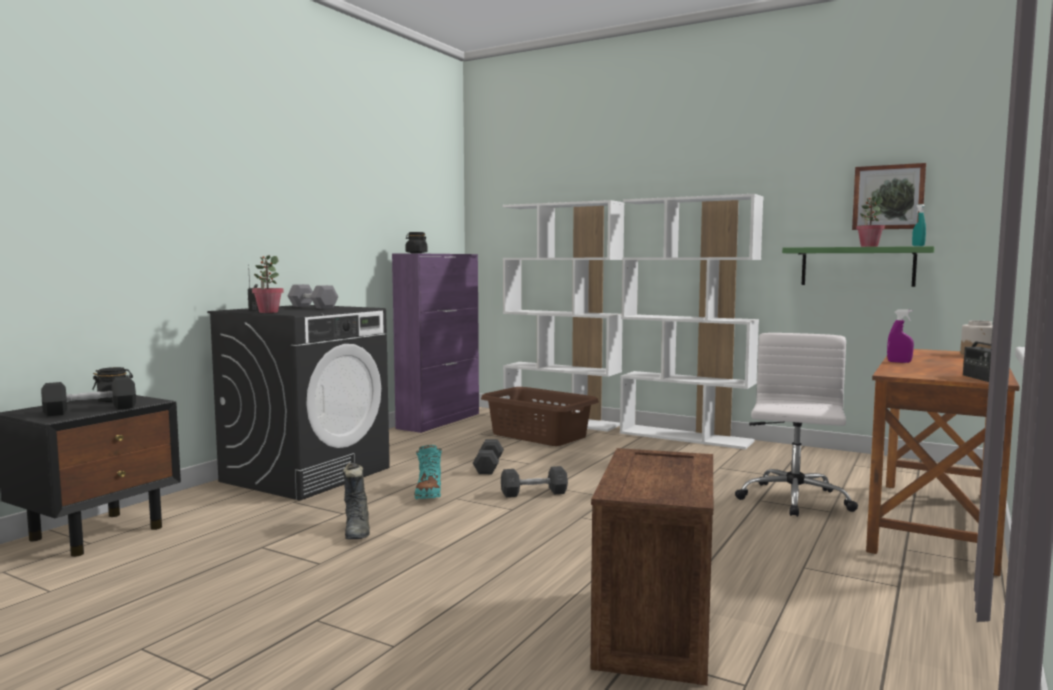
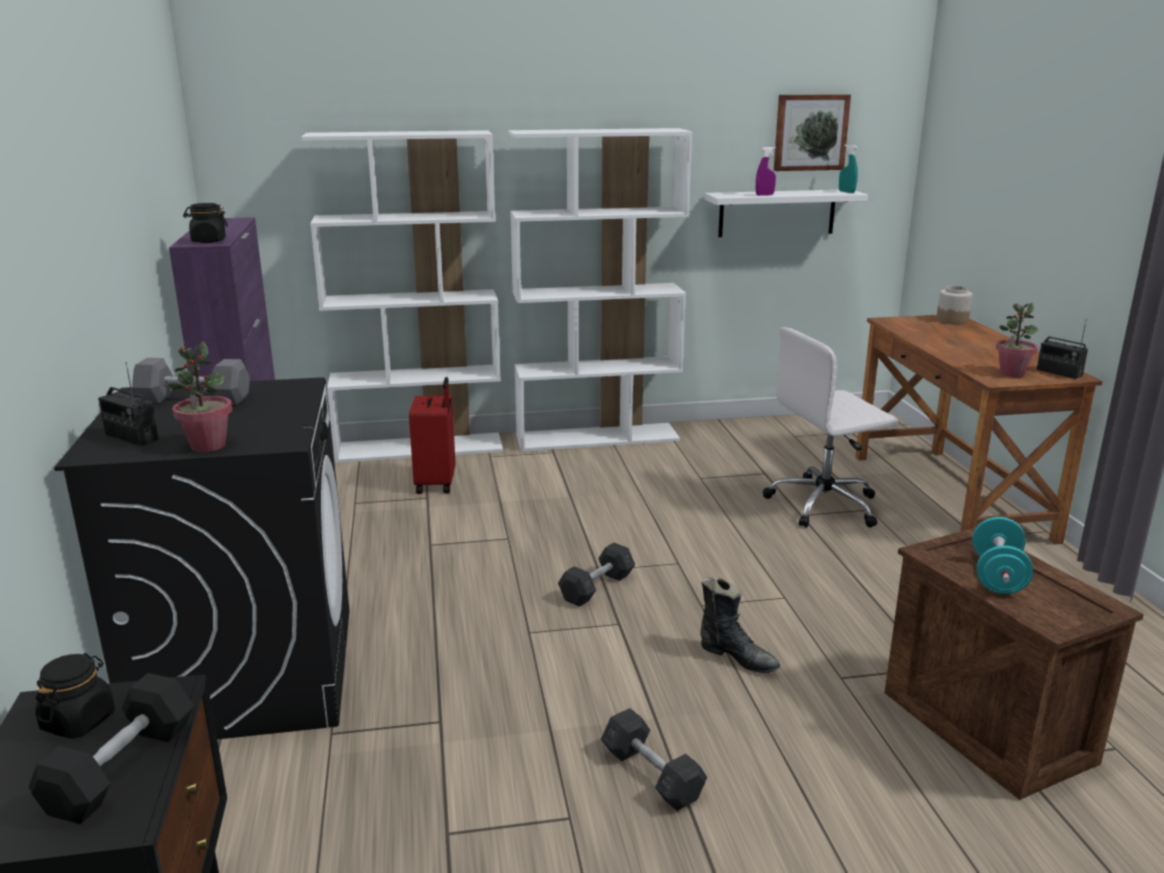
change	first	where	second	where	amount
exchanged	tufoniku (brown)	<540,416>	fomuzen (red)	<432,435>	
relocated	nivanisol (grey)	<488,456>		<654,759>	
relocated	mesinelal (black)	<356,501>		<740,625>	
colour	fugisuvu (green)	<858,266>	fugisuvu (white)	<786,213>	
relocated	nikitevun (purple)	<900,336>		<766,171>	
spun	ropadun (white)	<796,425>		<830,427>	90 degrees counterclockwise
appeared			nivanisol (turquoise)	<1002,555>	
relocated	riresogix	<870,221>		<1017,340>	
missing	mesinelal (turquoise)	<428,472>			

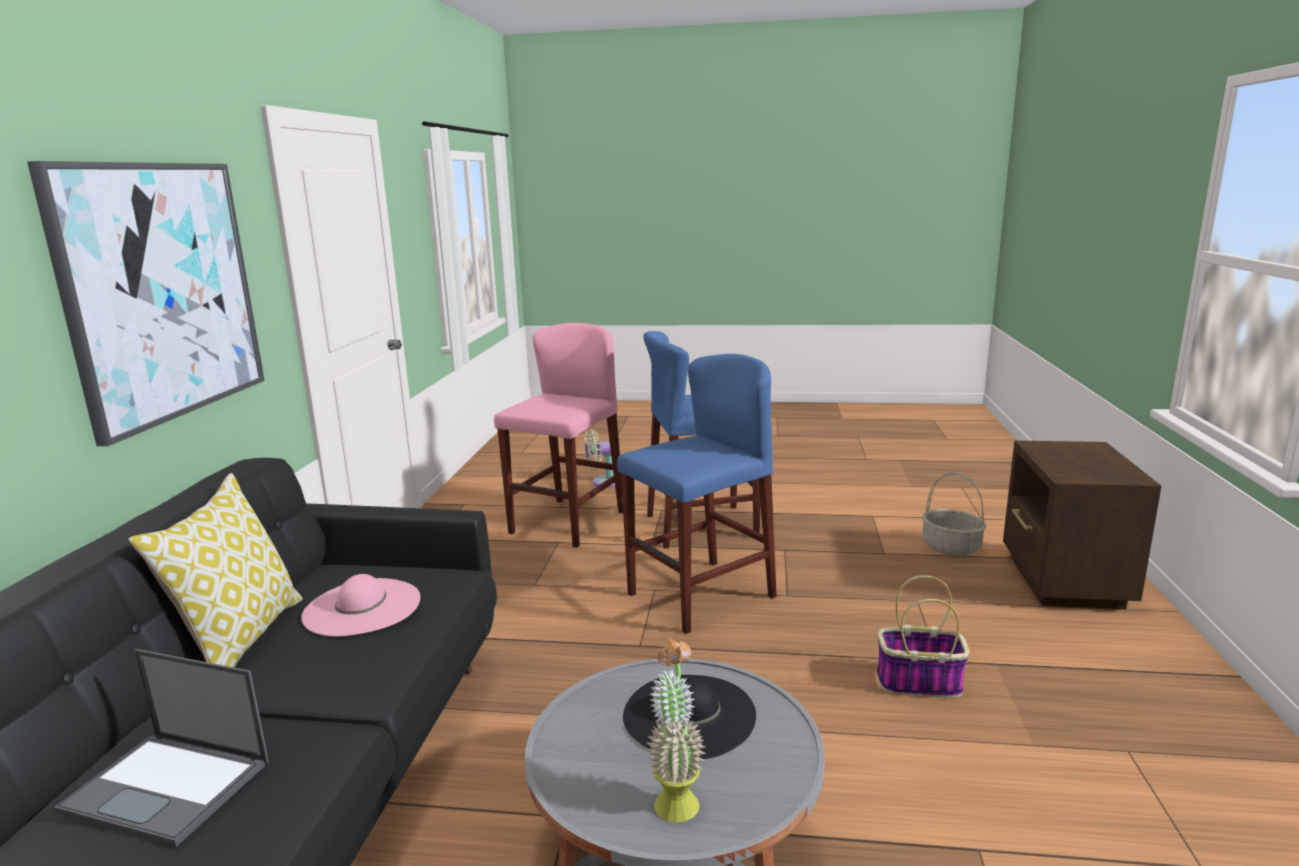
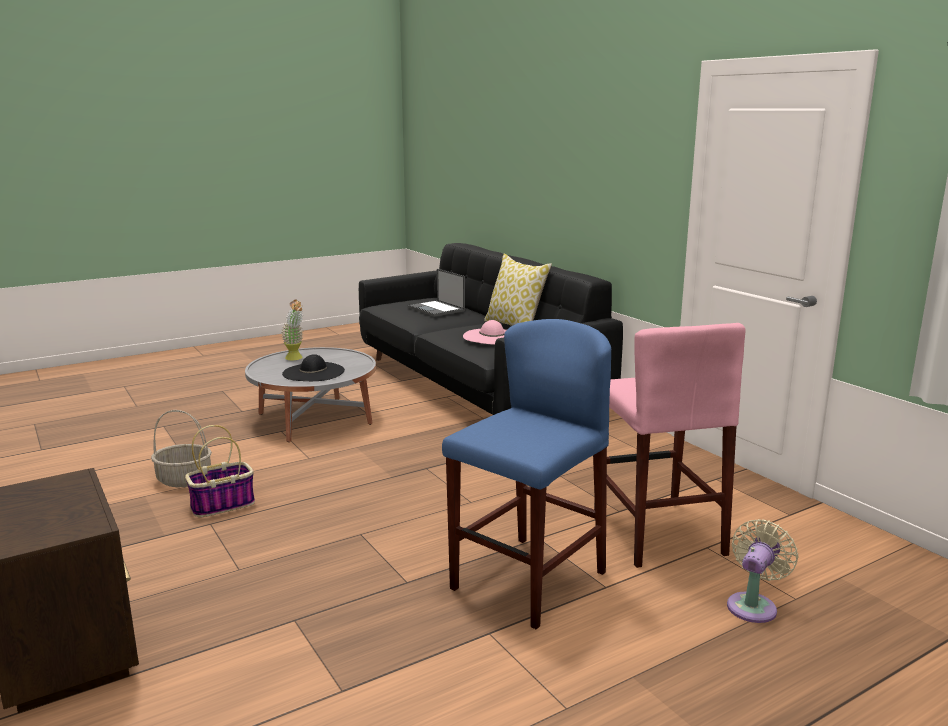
change	first	where	second	where	amount
relocated	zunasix	<954,514>		<181,448>	
spun	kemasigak	<161,748>		<436,293>	105 degrees counterclockwise
missing	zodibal	<146,303>			
missing	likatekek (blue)	<697,494>			

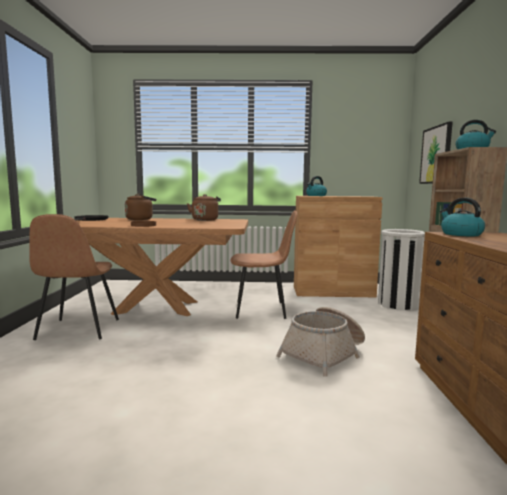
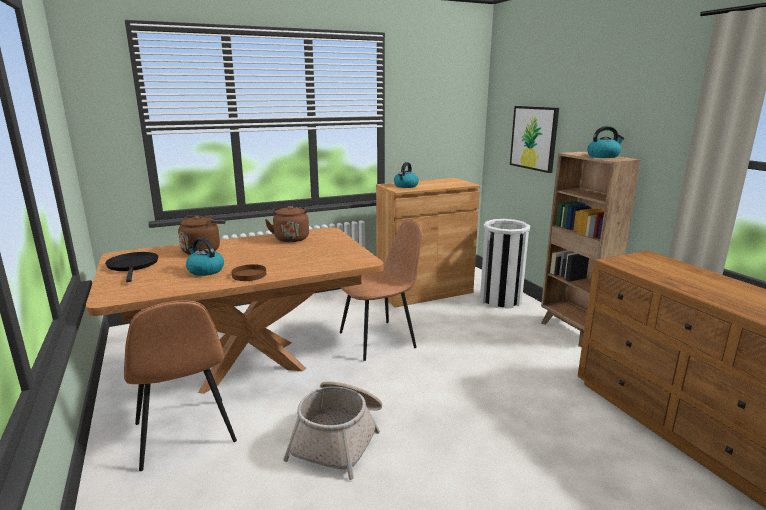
change	first	where	second	where	amount
relocated	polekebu	<462,217>		<205,256>	
relocated	zunasix	<320,342>		<332,430>	

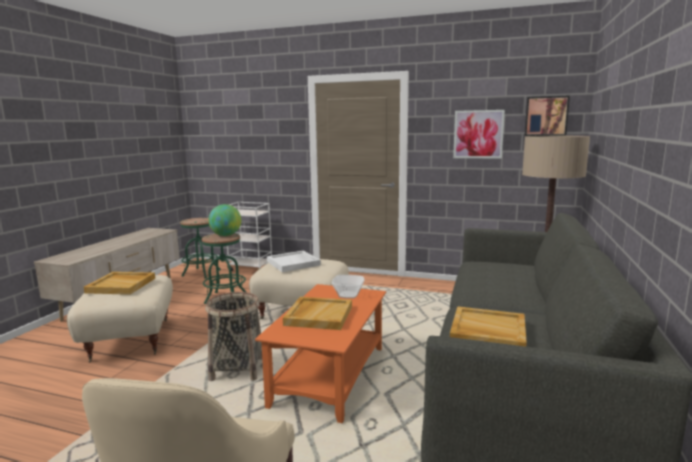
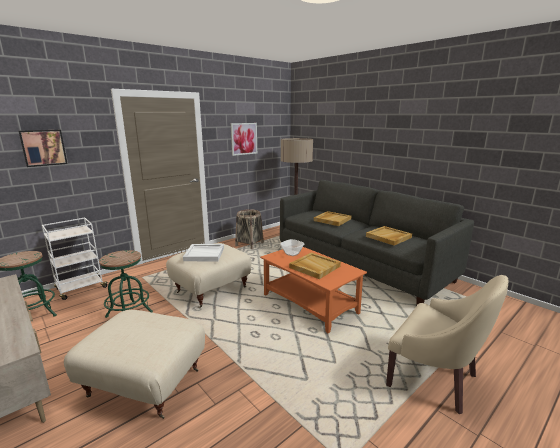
change	first	where	second	where	amount
relocated	zodibal	<547,116>		<43,148>	
relocated	zunasix	<233,336>		<249,229>	
relocated	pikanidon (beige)	<119,283>		<332,218>	
missing	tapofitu	<224,220>			

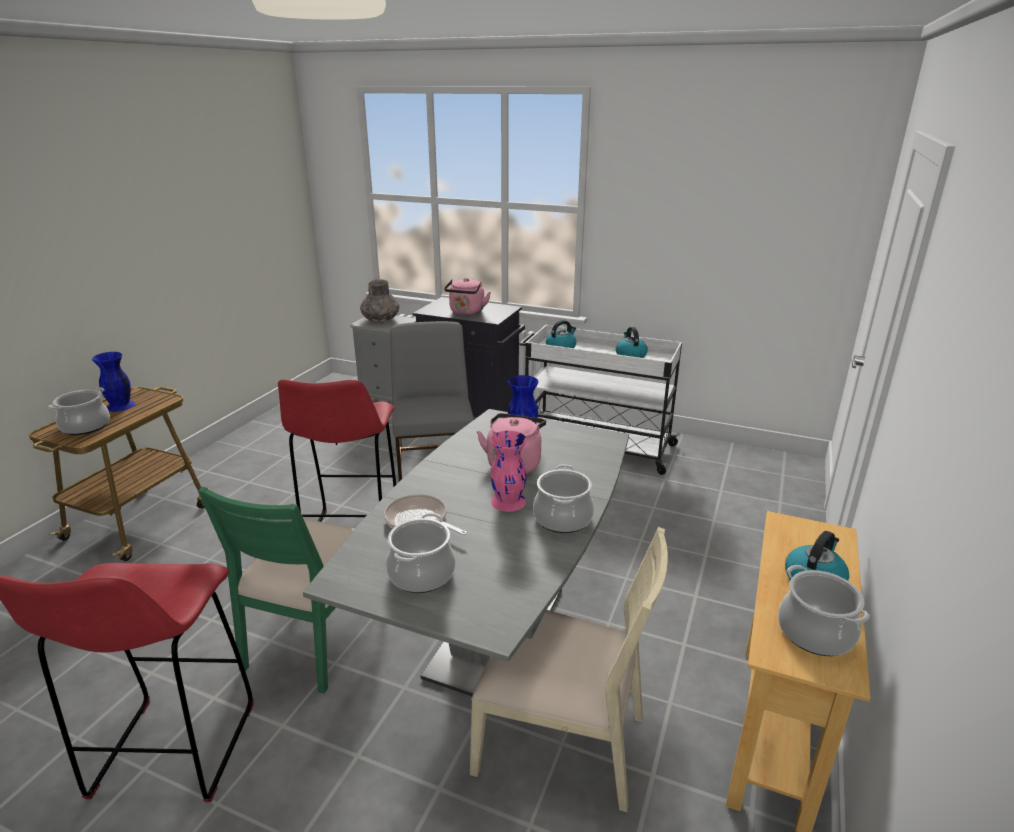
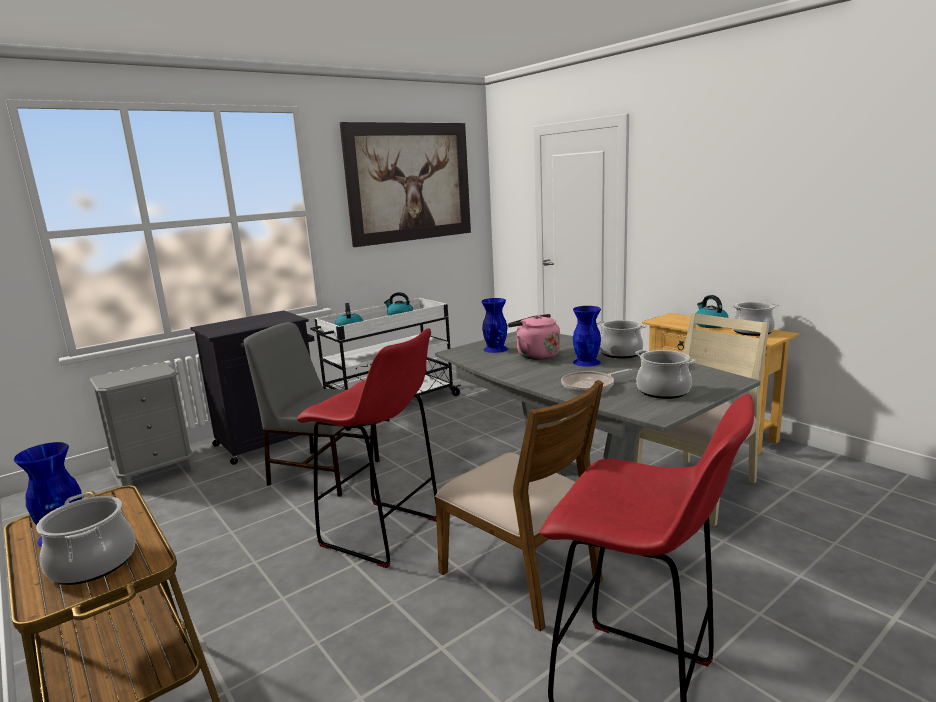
change	first	where	second	where	amount
appeared			zodibal	<405,184>	
colour	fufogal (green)	<276,589>	fufogal (brown)	<519,506>	
colour	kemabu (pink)	<508,471>	kemabu (blue)	<587,336>	
missing	kemabu (grey)	<379,300>			
missing	polekebu (pink)	<467,296>			

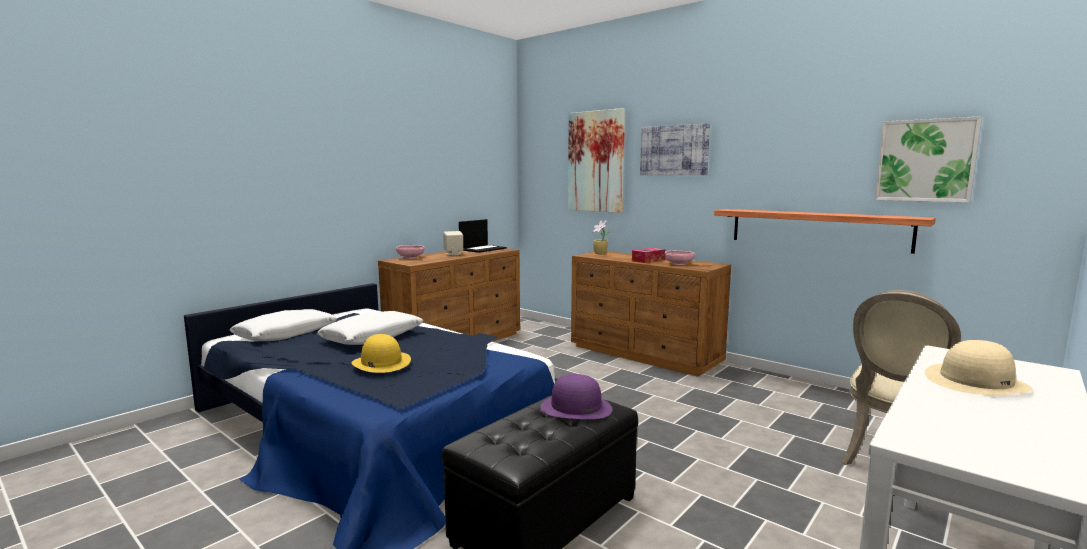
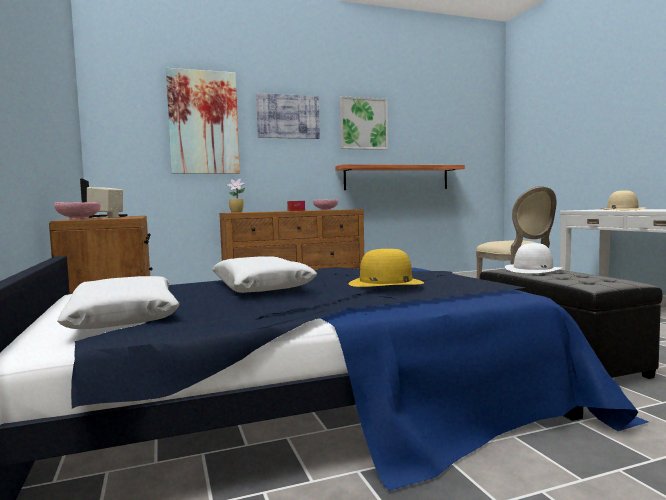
change	first	where	second	where	amount
relocated	zodibal	<928,159>		<364,123>	
colour	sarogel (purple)	<576,396>	sarogel (white)	<533,258>	

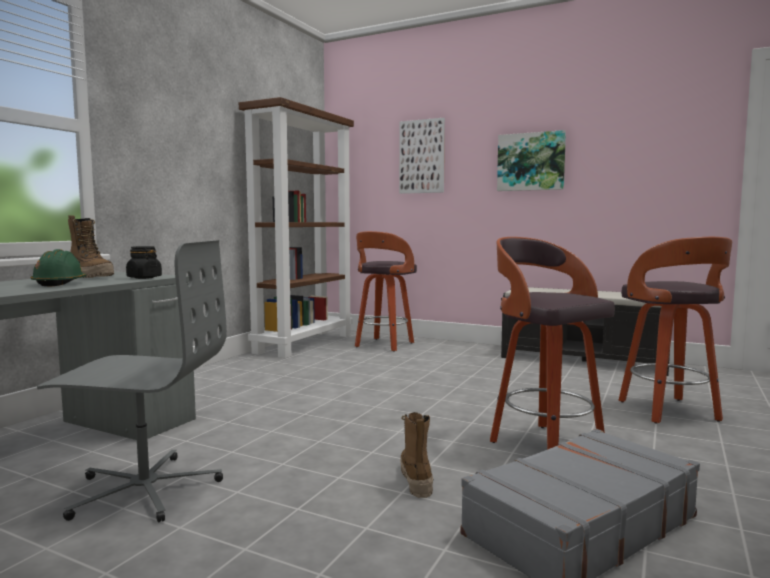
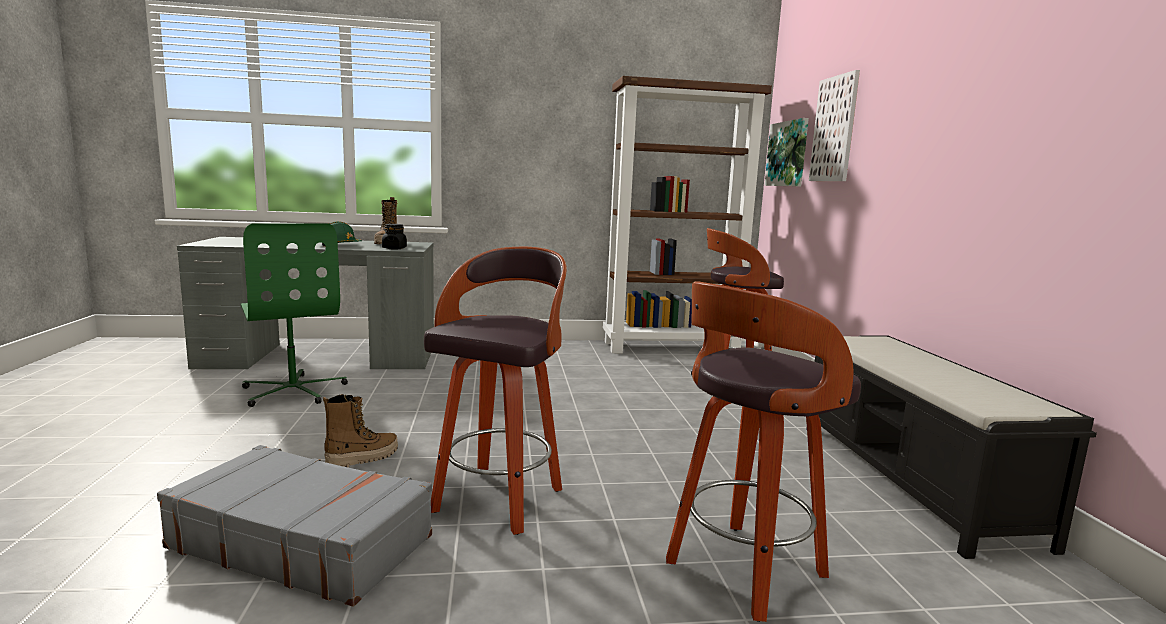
change	first	where	second	where	amount
colour	ropadun (grey)	<132,381>	ropadun (green)	<294,315>	
relocated	zodibal	<531,160>		<786,152>	

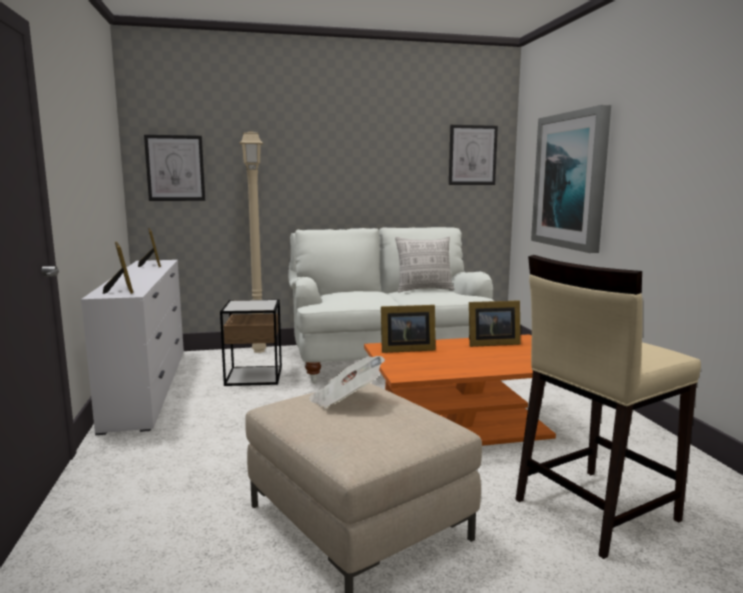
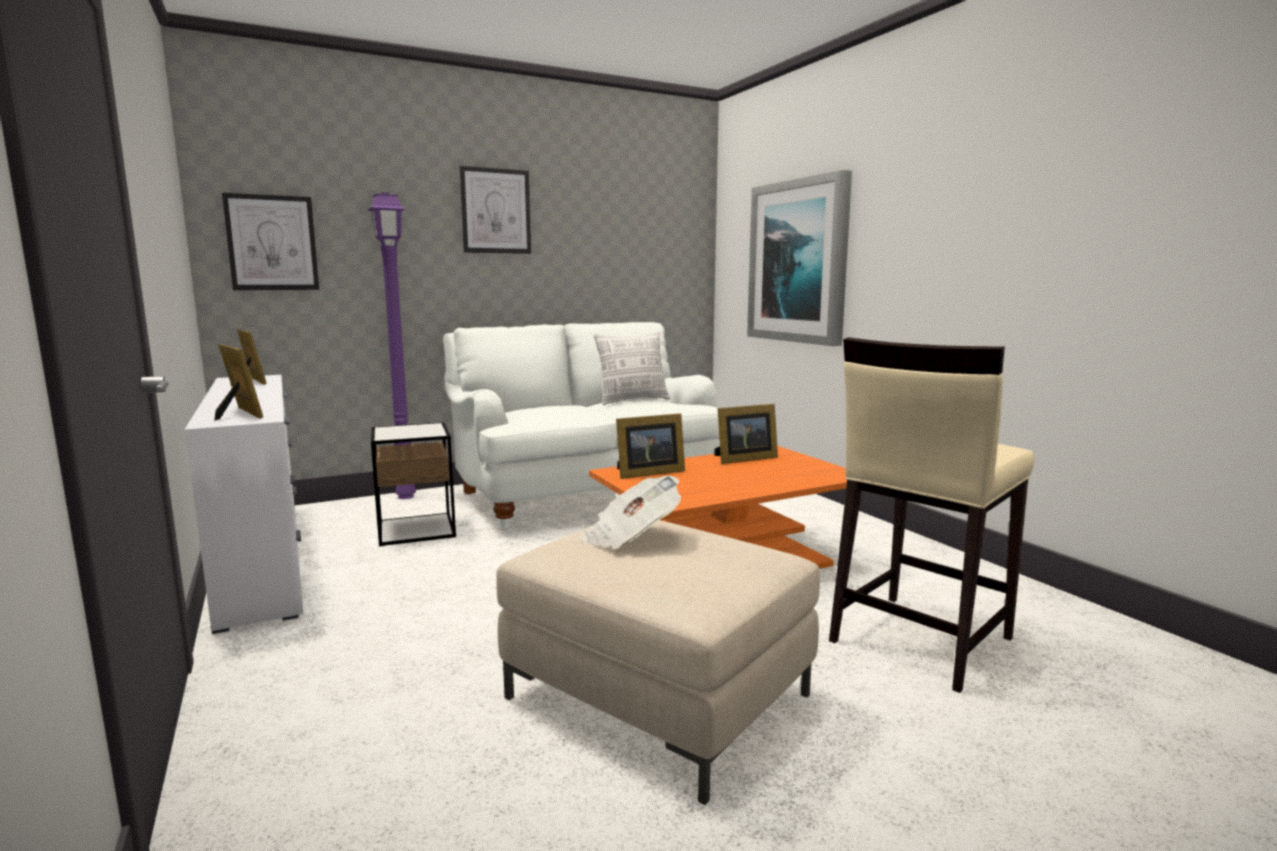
change	first	where	second	where	amount
colour	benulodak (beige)	<252,242>	benulodak (purple)	<392,345>	
relocated	zodibal	<473,155>		<495,210>	

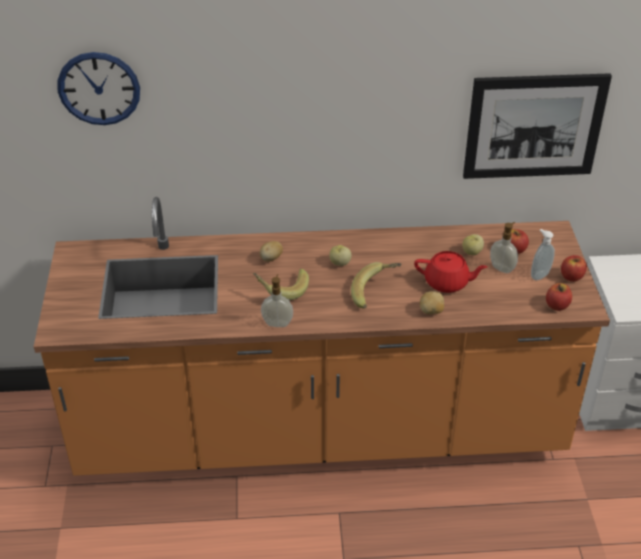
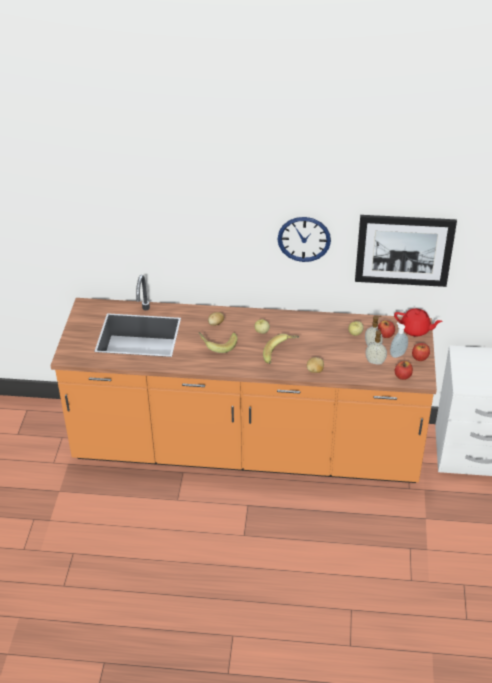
change	first	where	second	where	amount
relocated	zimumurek	<98,88>		<304,239>	
relocated	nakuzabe	<277,300>		<376,347>	
relocated	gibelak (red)	<451,272>		<418,322>	

